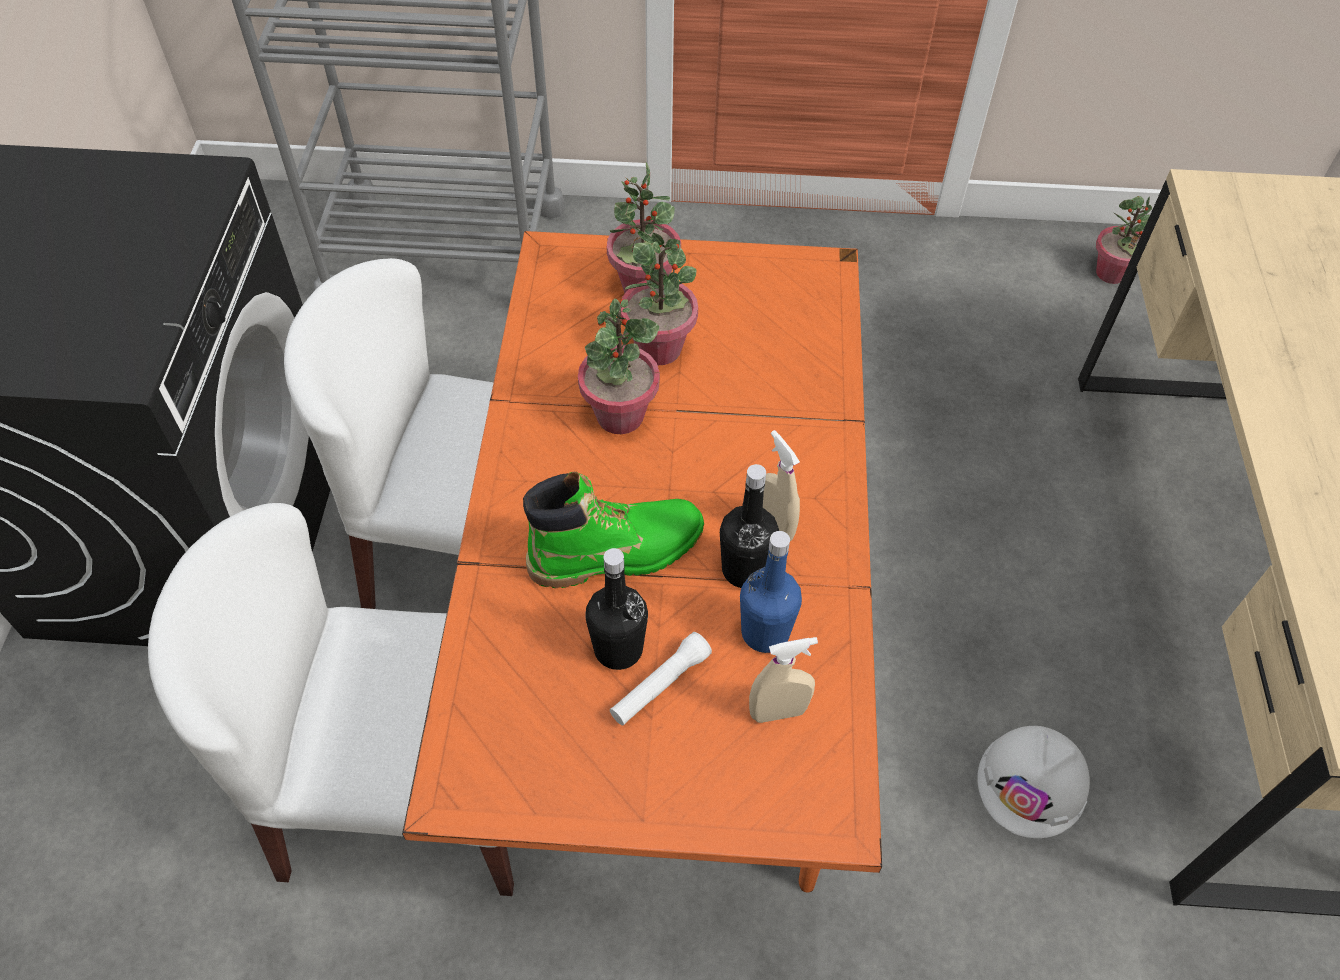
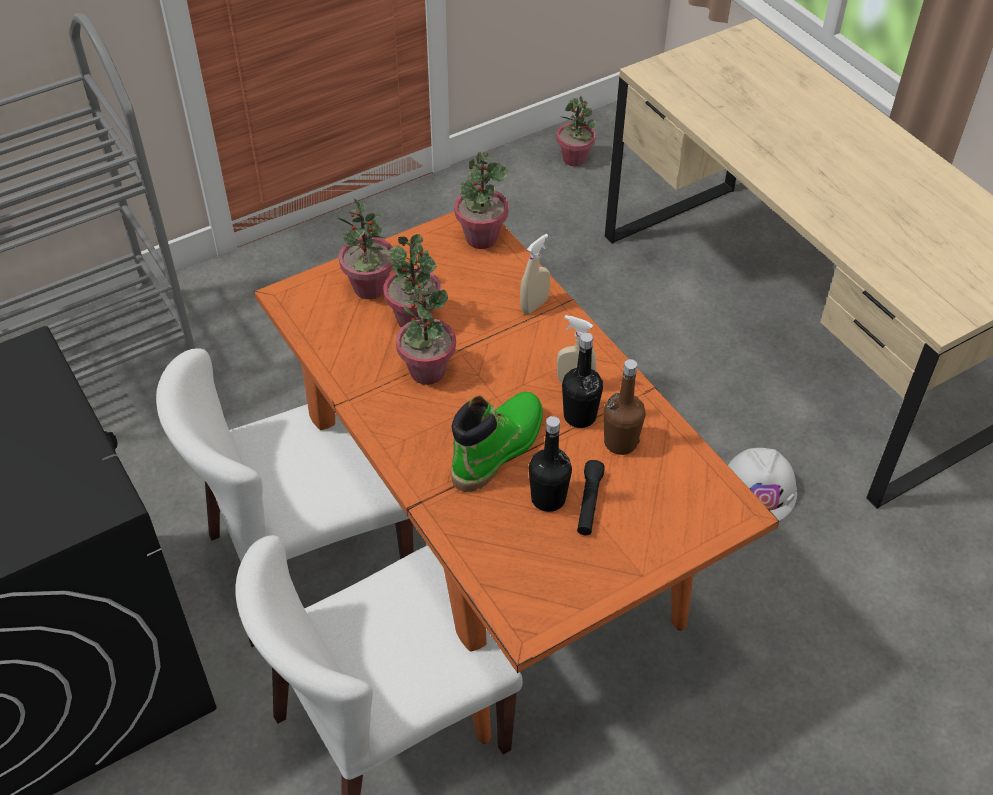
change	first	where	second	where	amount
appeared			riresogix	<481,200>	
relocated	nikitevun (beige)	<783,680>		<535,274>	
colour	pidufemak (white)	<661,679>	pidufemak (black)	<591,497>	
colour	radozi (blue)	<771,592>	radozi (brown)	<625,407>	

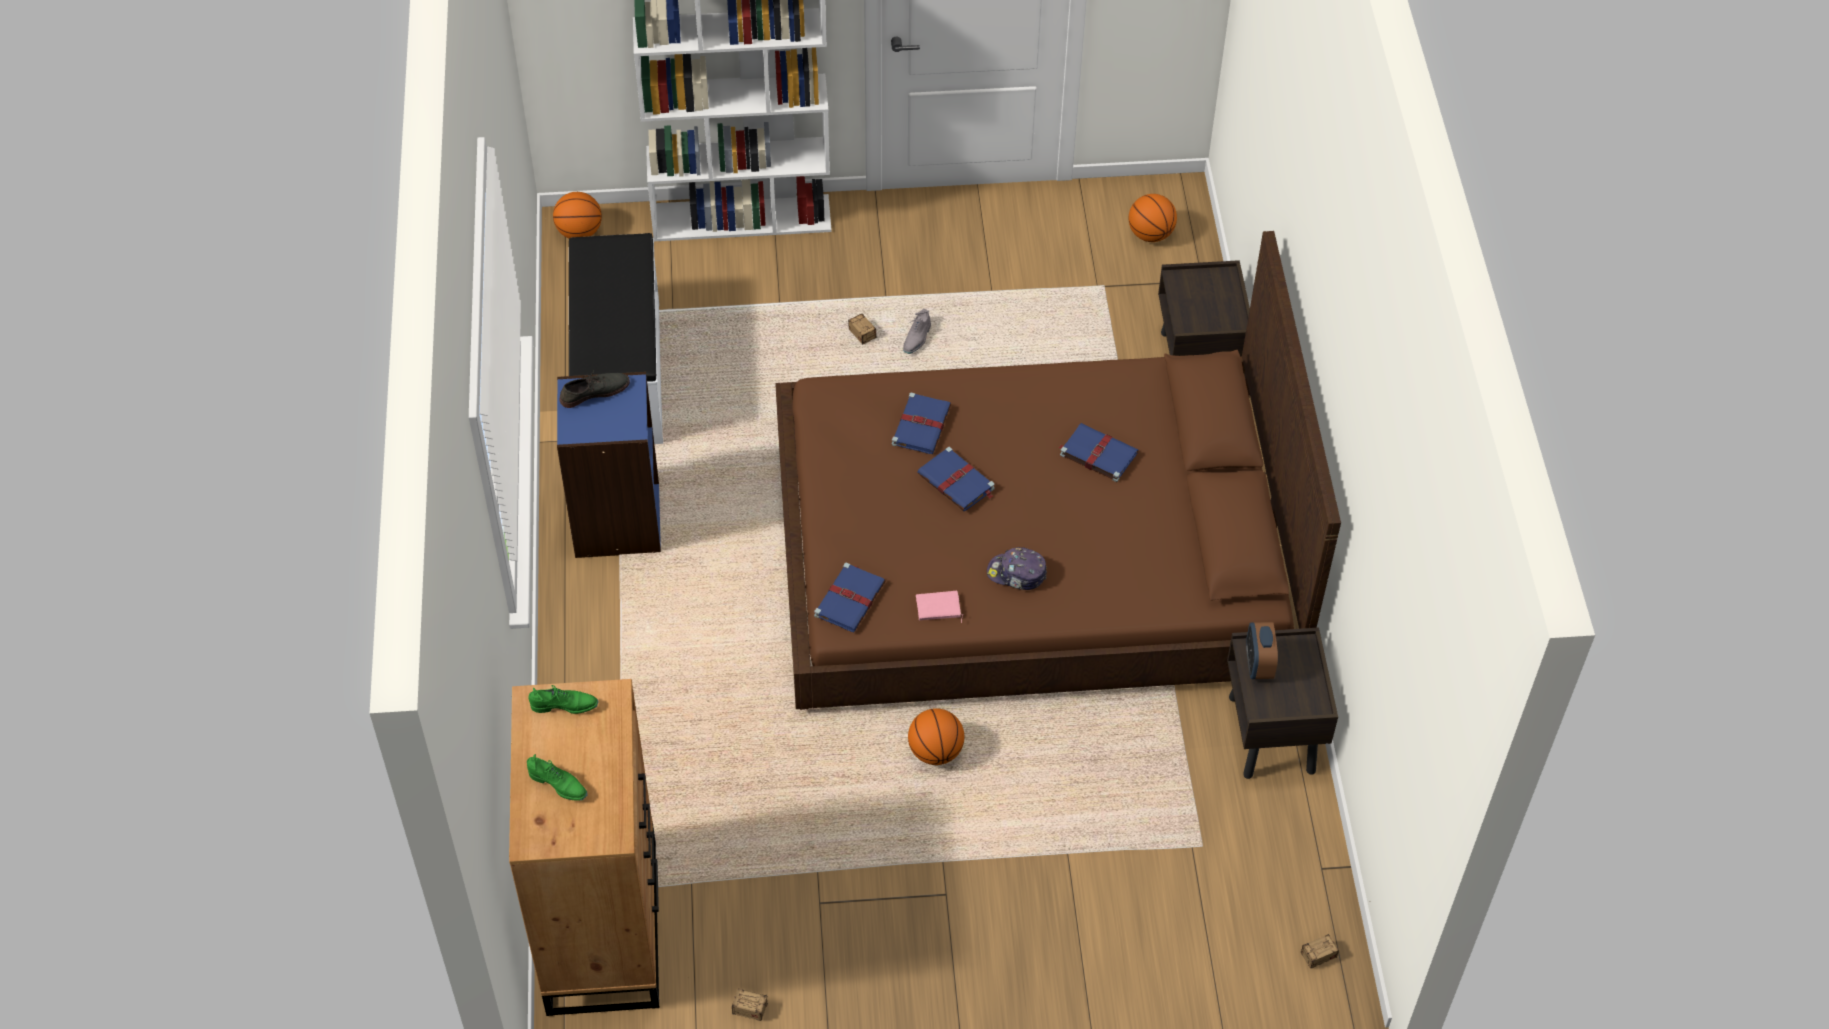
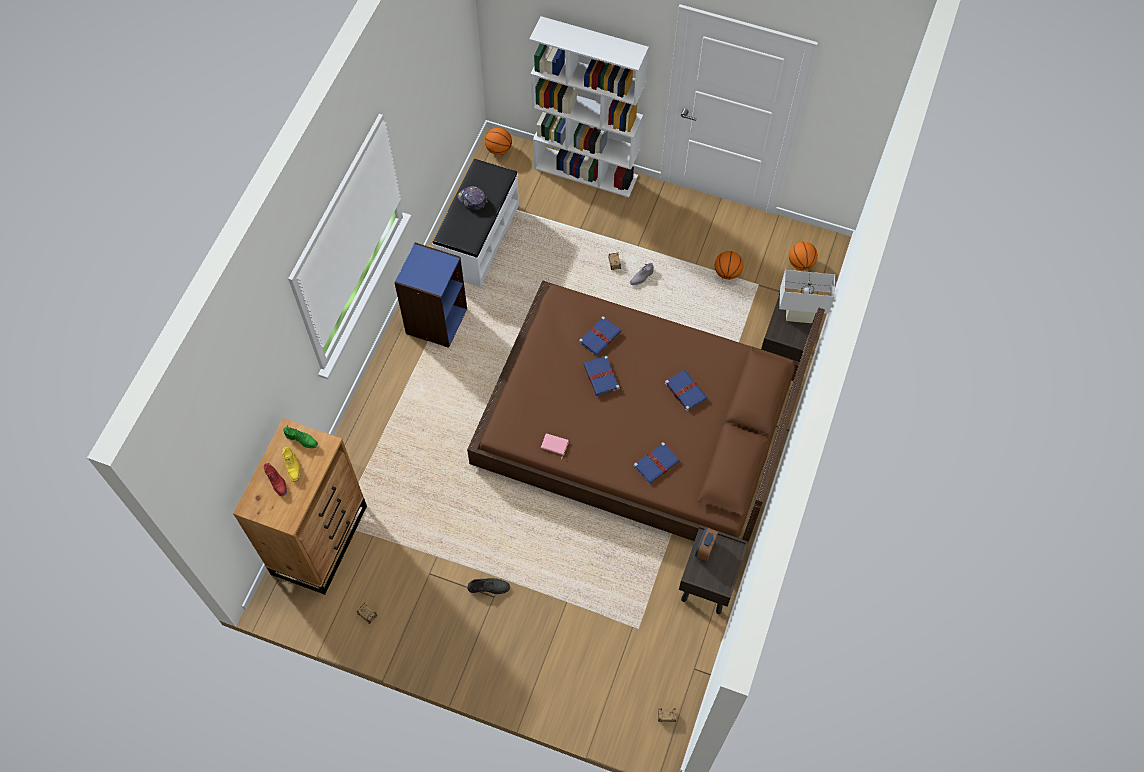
change	first	where	second	where	amount
colour	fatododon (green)	<557,777>	fatododon (red)	<275,480>	
appeared			fatododon (yellow)	<291,464>	
relocated	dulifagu	<1017,568>		<473,198>	
relocated	fatododon (grey)	<594,389>		<488,586>	
relocated	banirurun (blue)	<850,597>		<657,463>	
relocated	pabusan	<936,736>		<729,265>	
appeared			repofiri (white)	<807,296>	

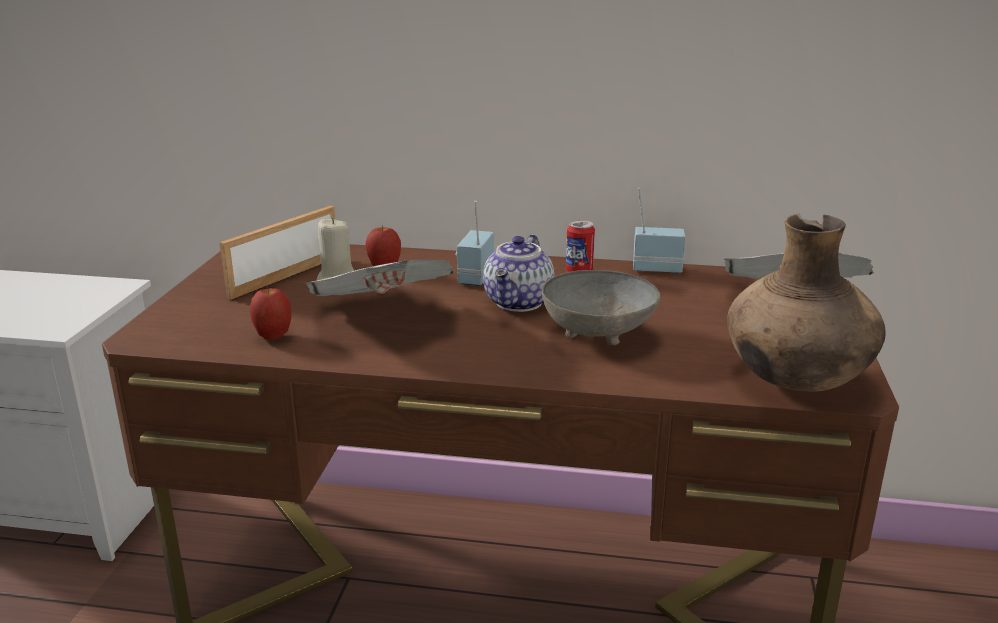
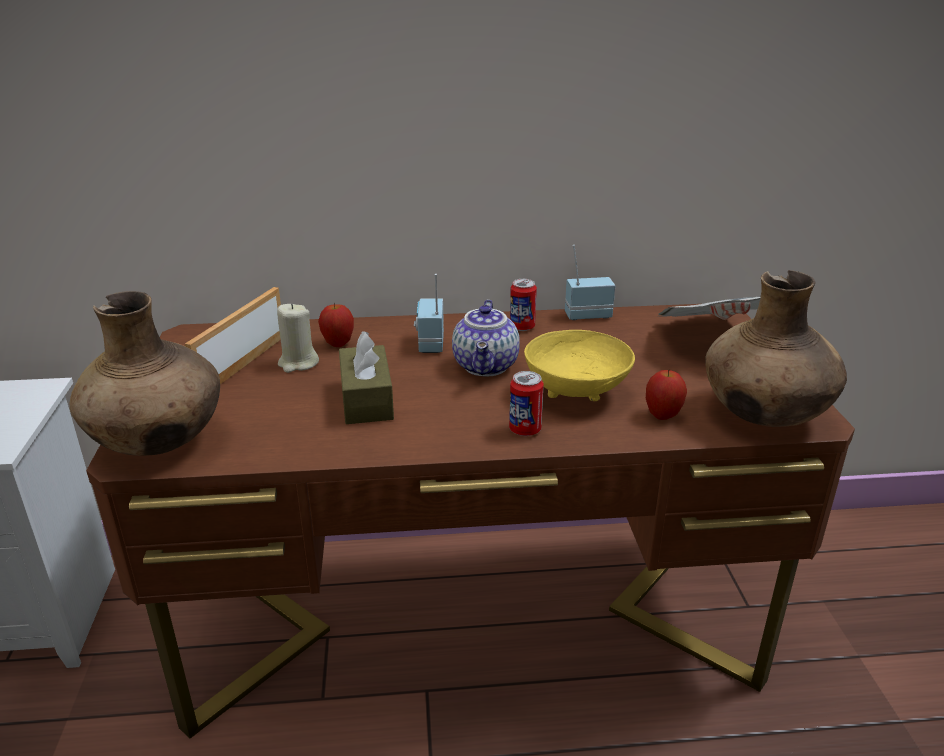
change	first	where	second	where	amount
appeared			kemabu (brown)	<144,373>	
exchanged	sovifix	<380,277>	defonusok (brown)	<366,377>	
appeared			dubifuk	<526,403>	
colour	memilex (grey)	<601,307>	memilex (yellow)	<579,365>	
relocated	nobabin	<270,313>		<666,395>	

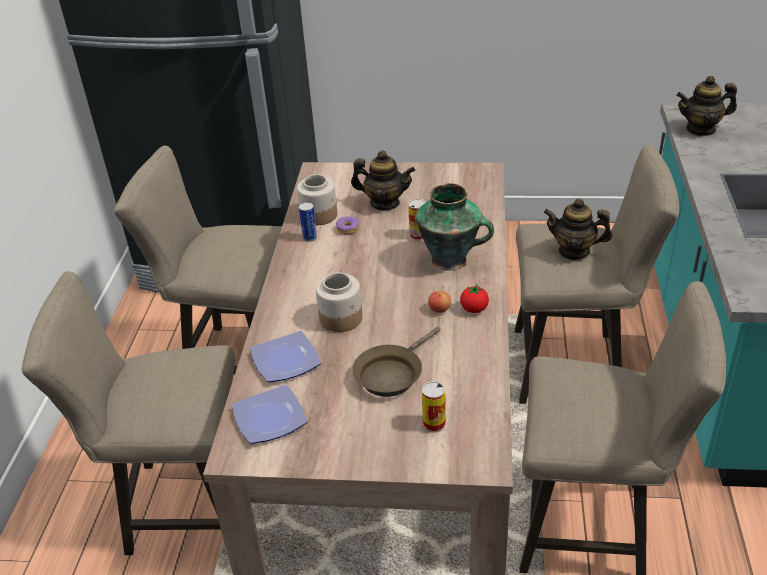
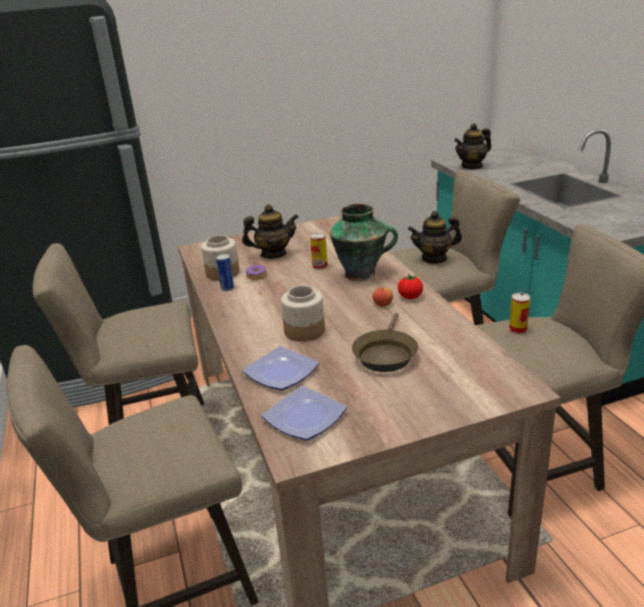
change	first	where	second	where	amount
relocated	dubifuk	<434,407>		<519,314>	

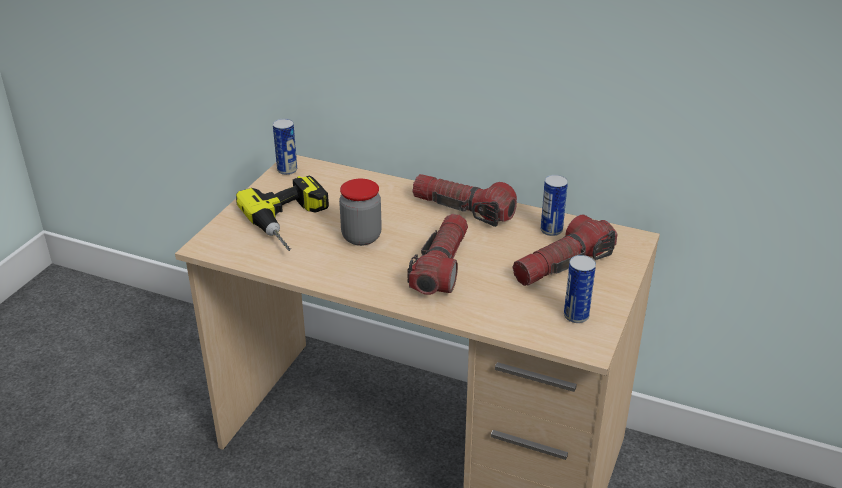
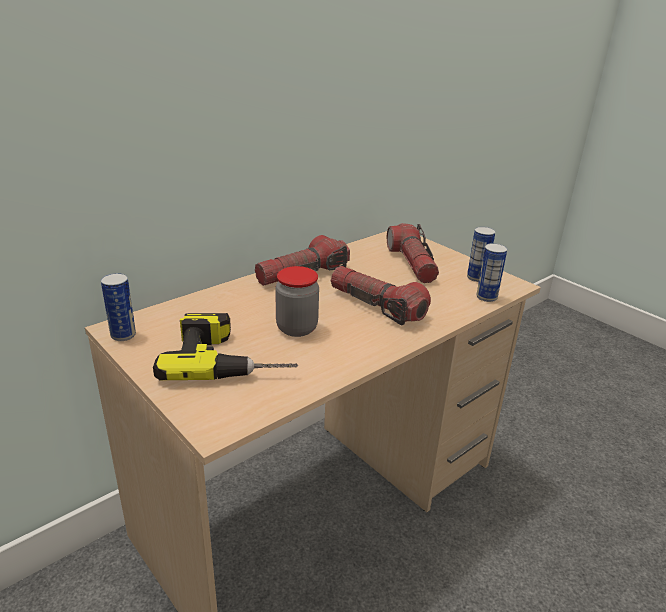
change	first	where	second	where	amount
relocated	dubifuk	<554,205>		<491,272>	

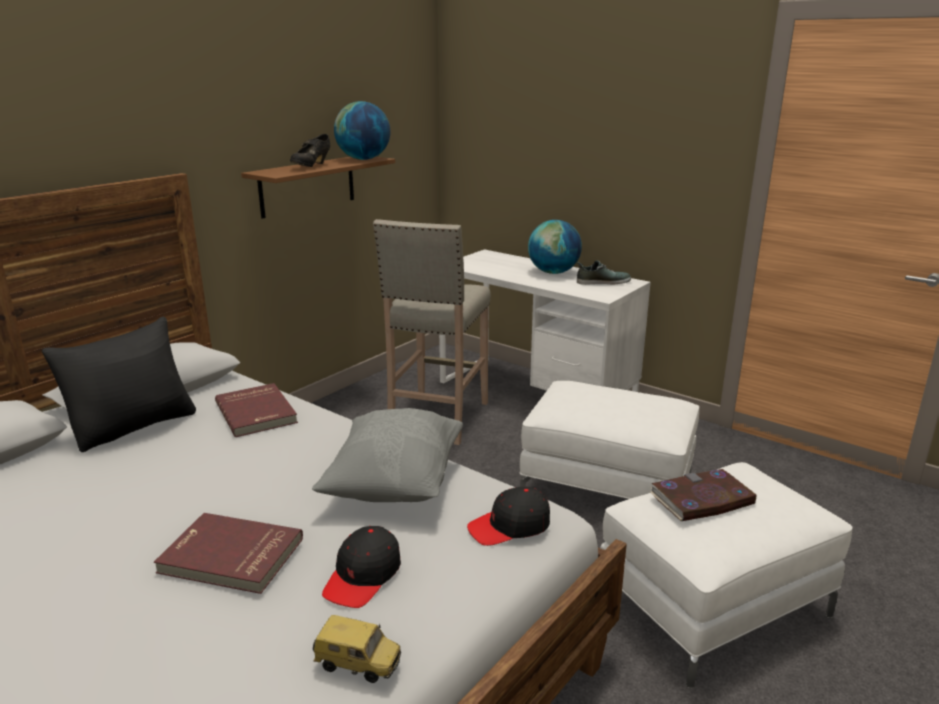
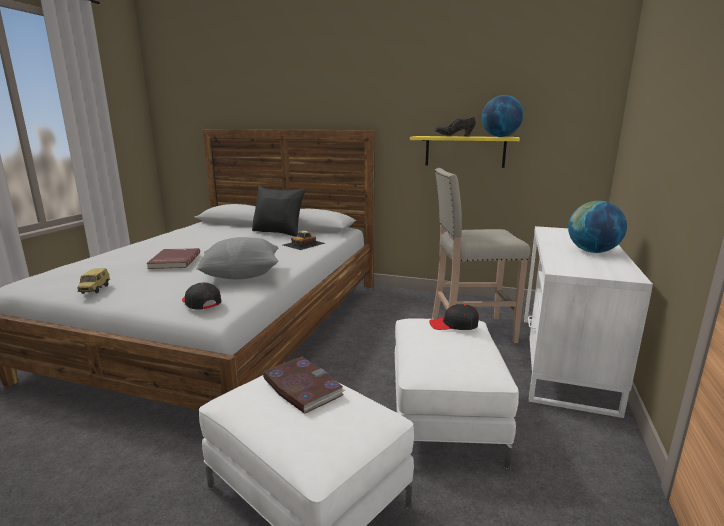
change	first	where	second	where	amount
exchanged	banirurun (red)	<256,410>	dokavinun	<304,240>	
colour	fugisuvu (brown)	<318,188>	fugisuvu (yellow)	<465,152>	
relocated	dulifagu (black)	<361,567>		<454,317>	
missing	fatododon	<604,273>			

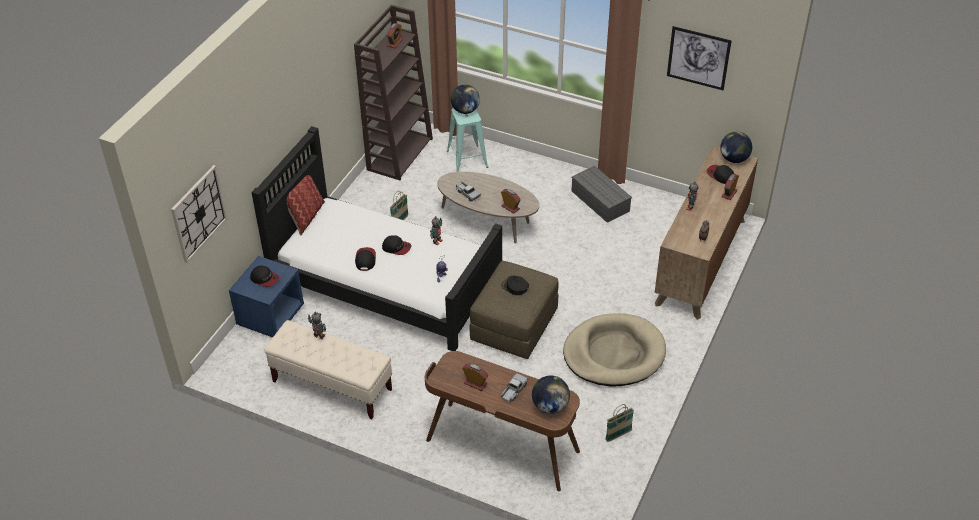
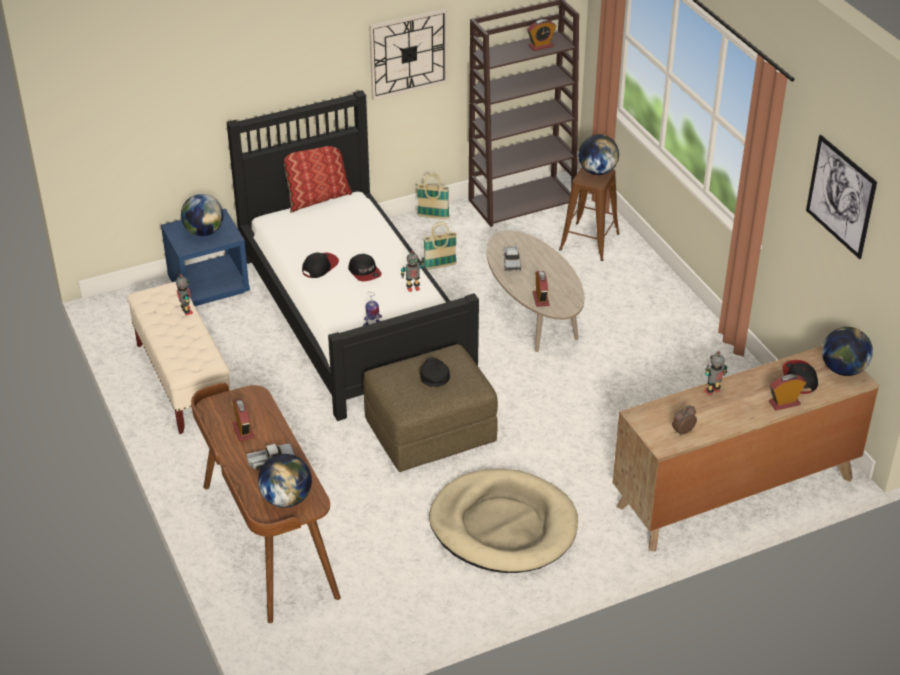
change	first	where	second	where	amount
exchanged	dulifagu	<265,276>	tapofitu	<202,215>	
relocated	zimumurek	<199,214>		<408,54>	
relocated	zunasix	<619,423>		<433,196>	
colour	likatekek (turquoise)	<467,140>	likatekek (brown)	<589,214>	
missing	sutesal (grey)	<602,194>			

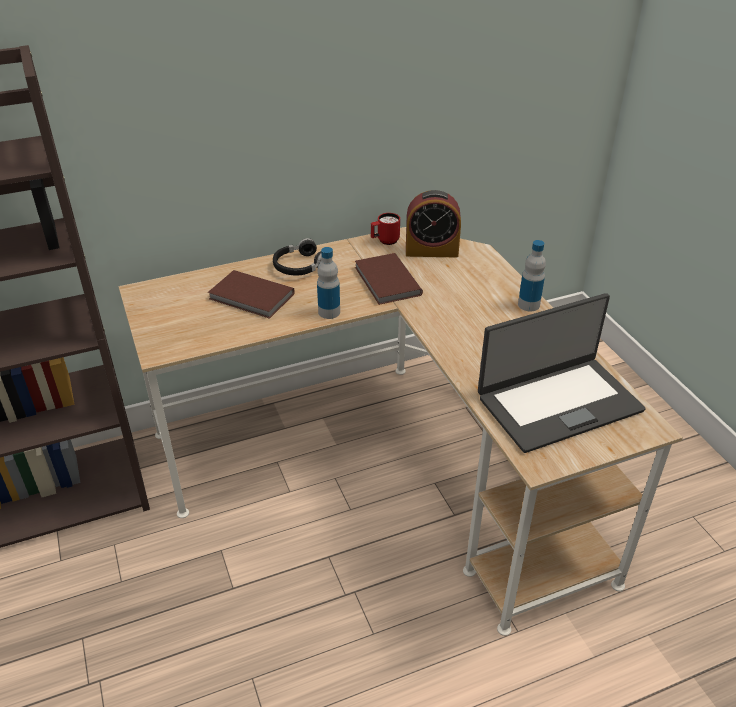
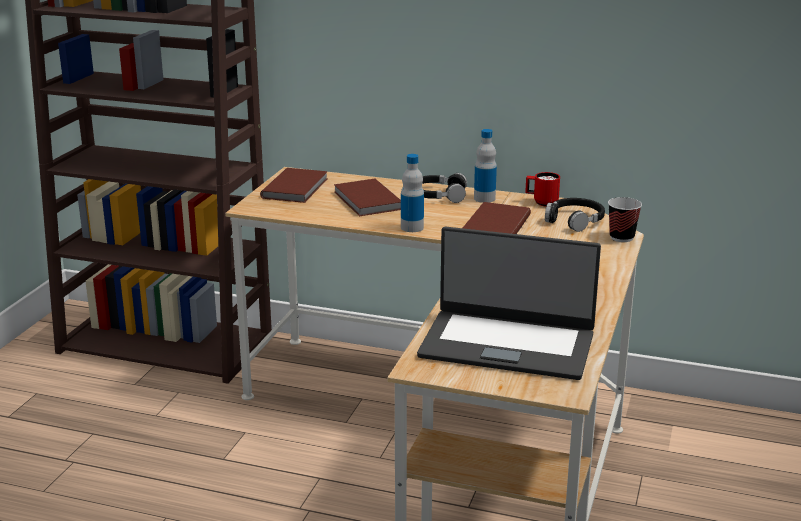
change	first	where	second	where	amount
appeared			banirurun (brown)	<294,185>	
relocated	radozi	<532,275>		<485,166>	
exchanged	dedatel	<433,224>	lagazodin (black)	<575,215>	
appeared			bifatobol	<625,219>	

